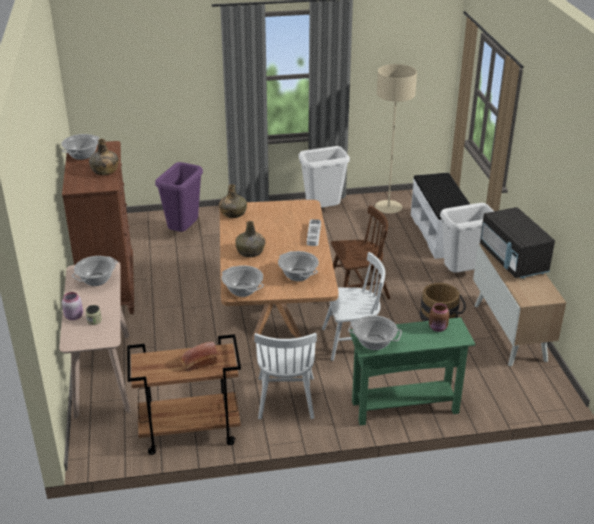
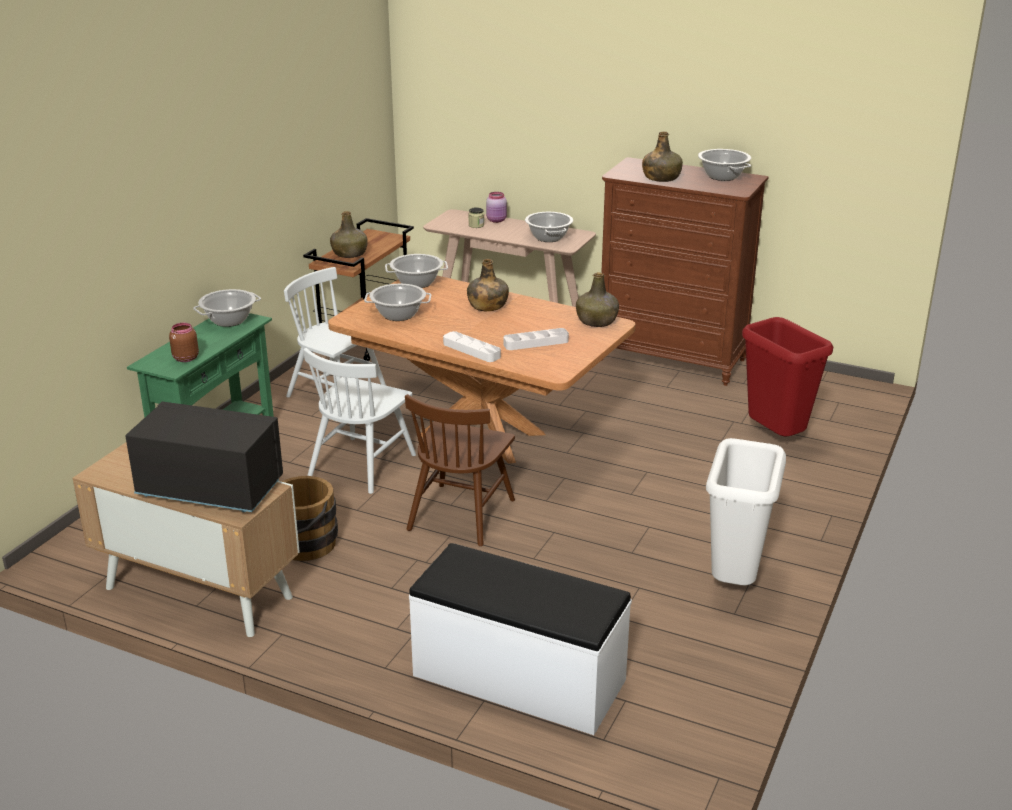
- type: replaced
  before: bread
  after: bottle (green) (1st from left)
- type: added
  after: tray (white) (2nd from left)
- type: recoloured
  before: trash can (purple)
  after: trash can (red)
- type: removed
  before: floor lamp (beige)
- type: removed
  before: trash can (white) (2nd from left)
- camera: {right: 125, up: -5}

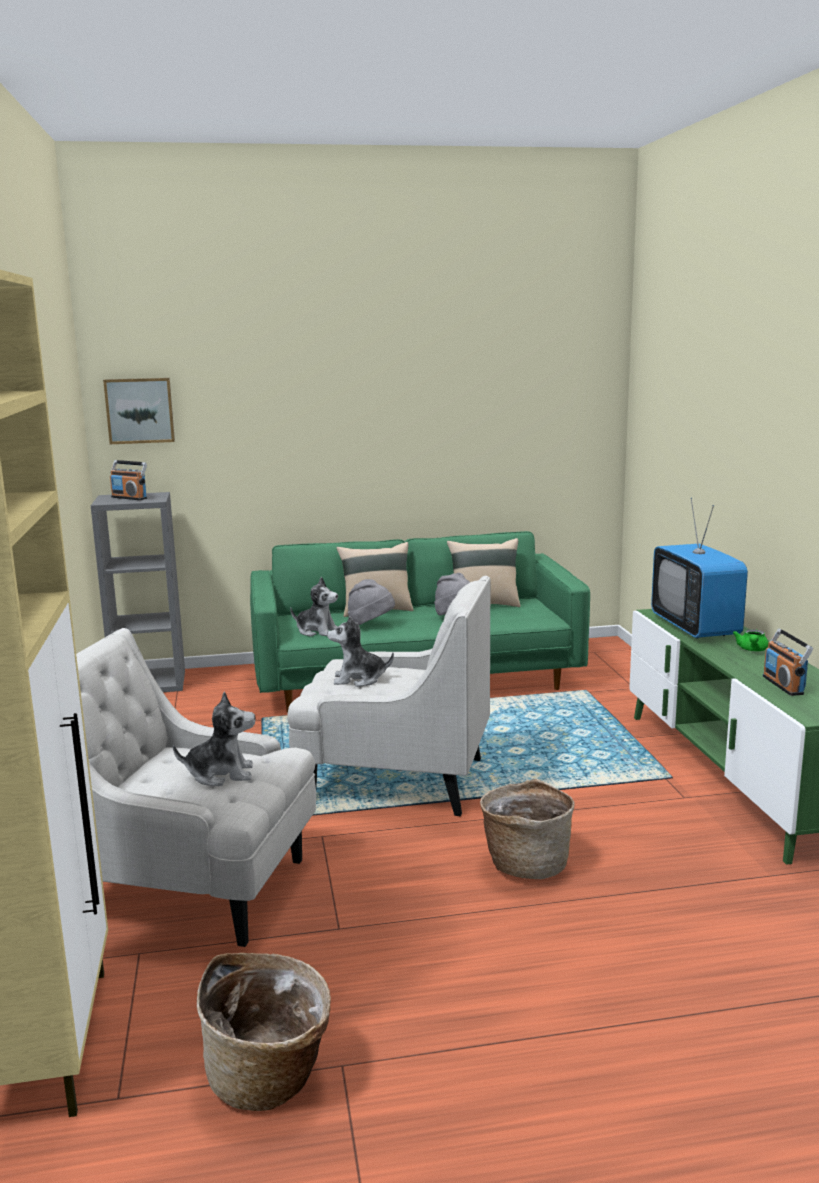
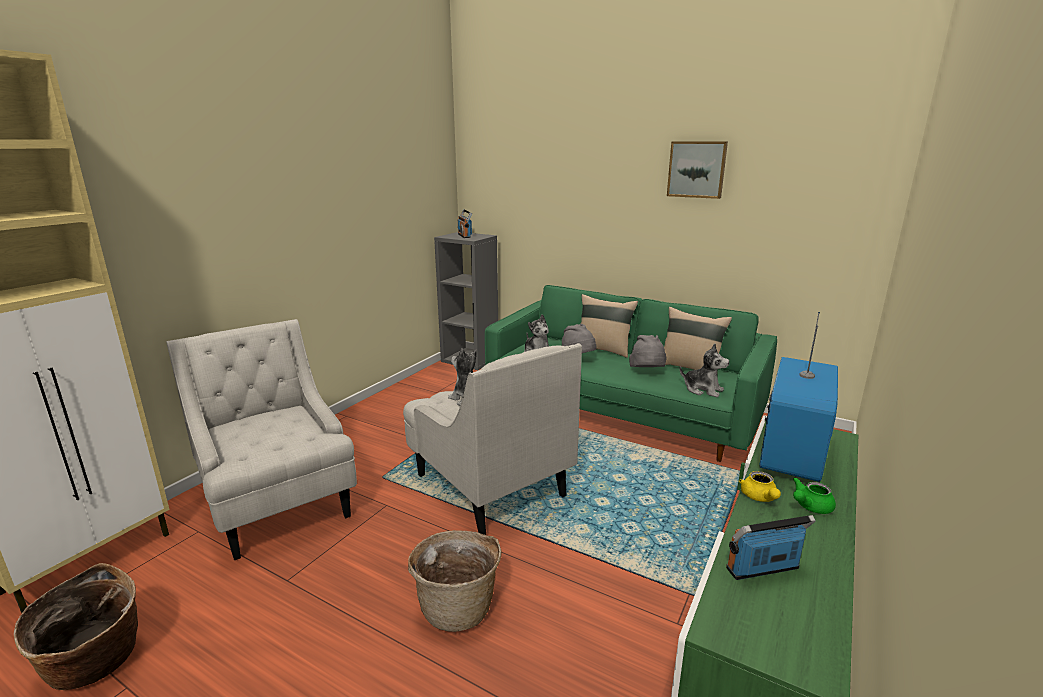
- type: moved
  before: picture
- type: moved
  before: plush toy (1st from left in the first image)
  after: plush toy (3rd from left)
- type: turned
  before: radio (2nd from left)
  turn: 45
- type: added
  after: teapot (yellow)
- camera: {right: 40, up: 5}

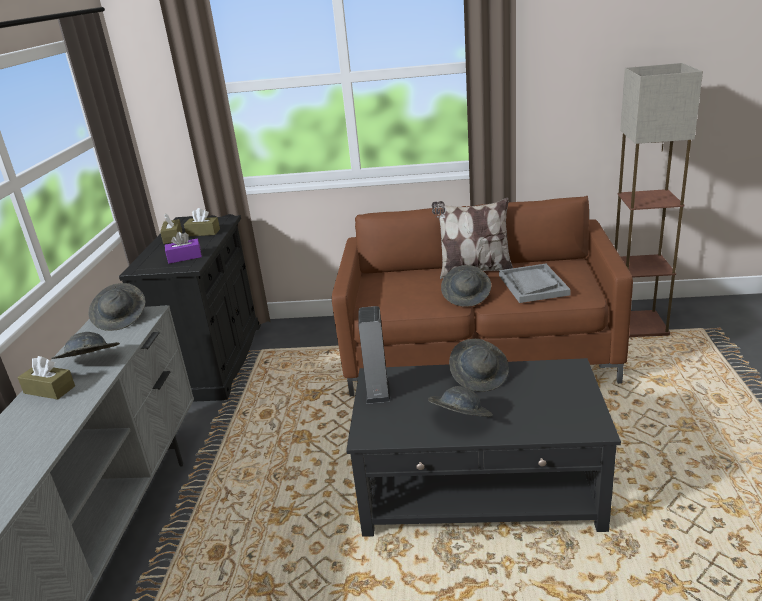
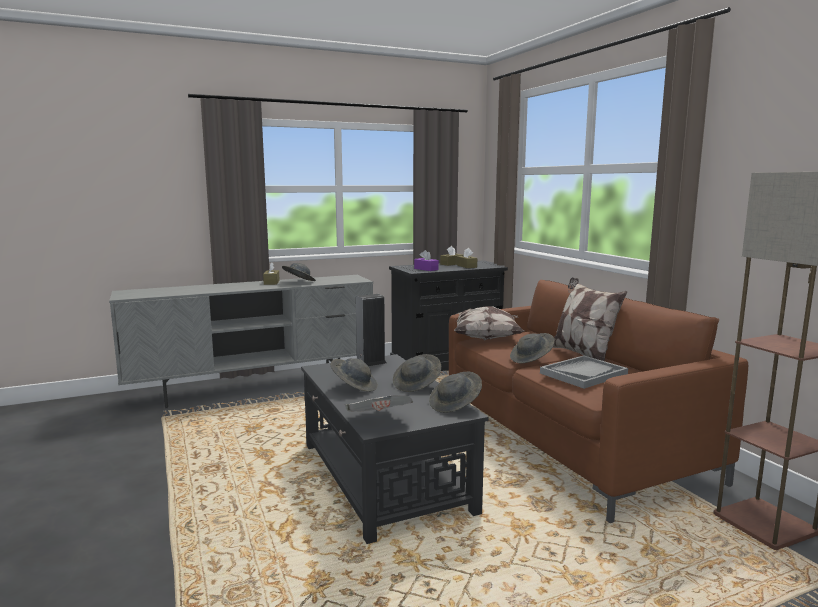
- type: added
  after: newspaper
- type: moved
  before: hat (grey) (2nd from left in the first image)
  after: hat (grey) (4th from left)
- type: added
  after: pillow (1st from left)
- camera: {right: 60, up: -15}

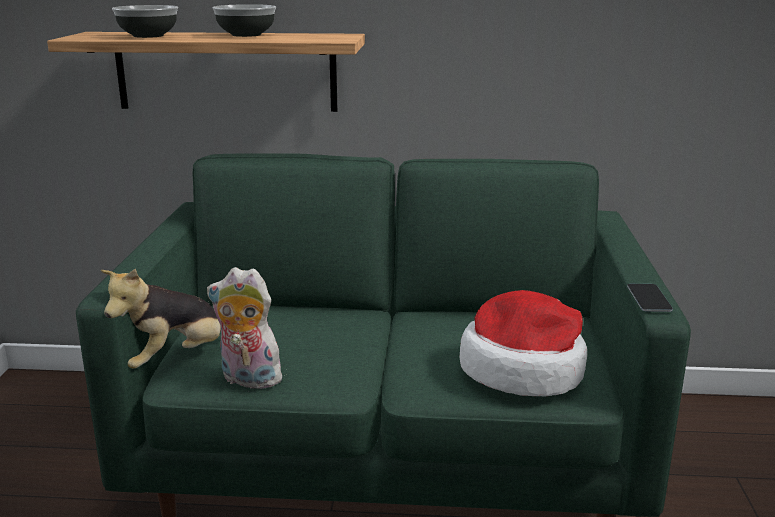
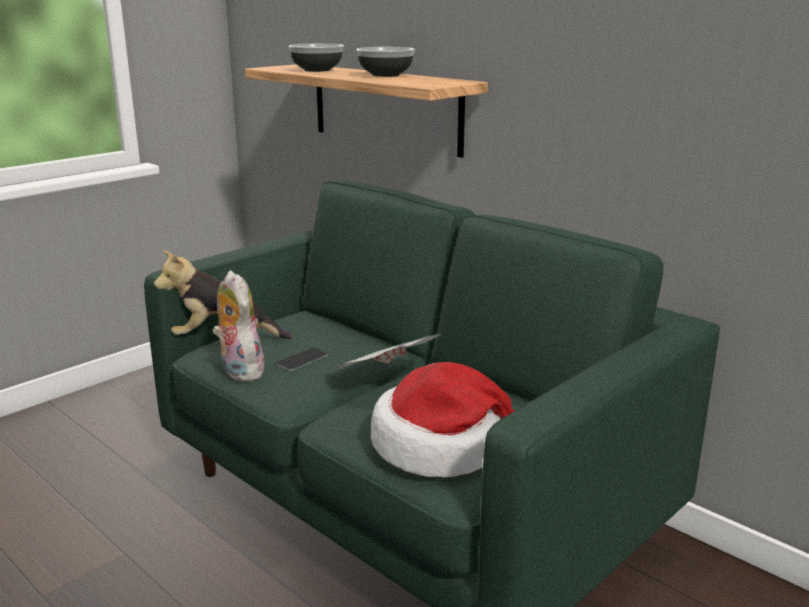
- type: moved
  before: phone
- type: added
  after: newspaper
- camera: {right: 40, up: 0}

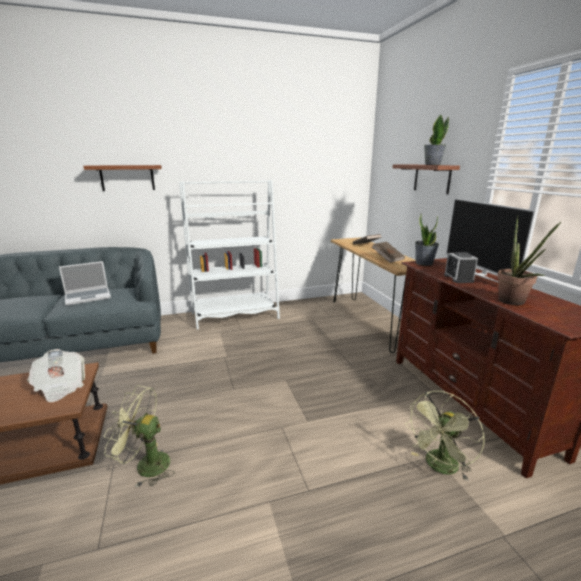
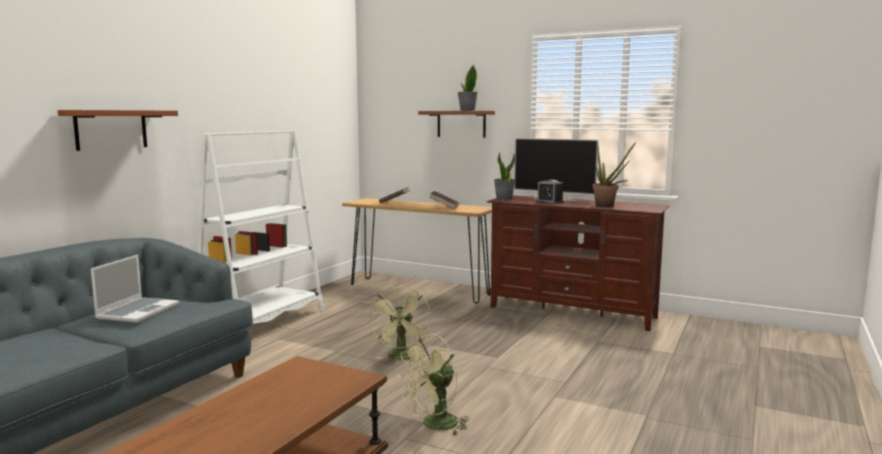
- type: moved
  before: fan (green) (2nd from left in the first image)
  after: fan (green) (1st from left)
- type: removed
  before: newspaper
- camera: {right: -45, up: -10}

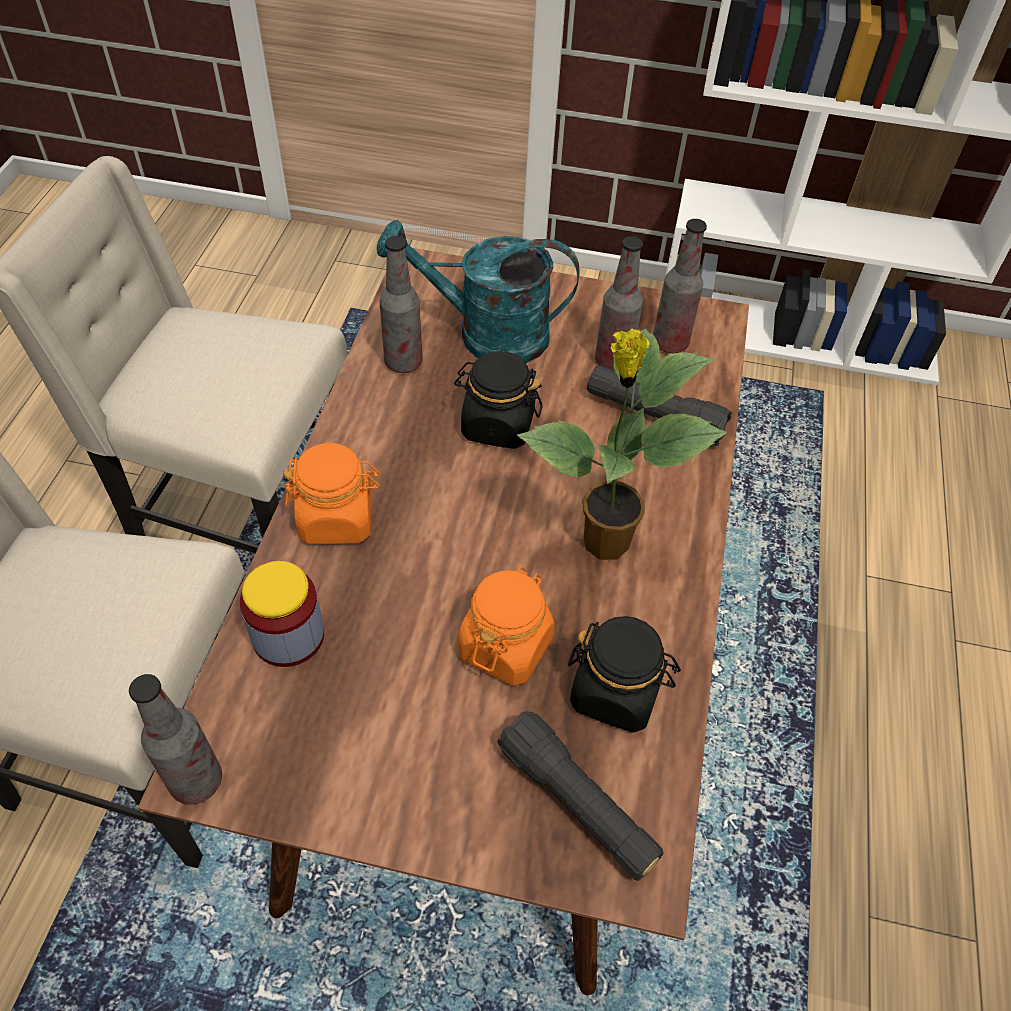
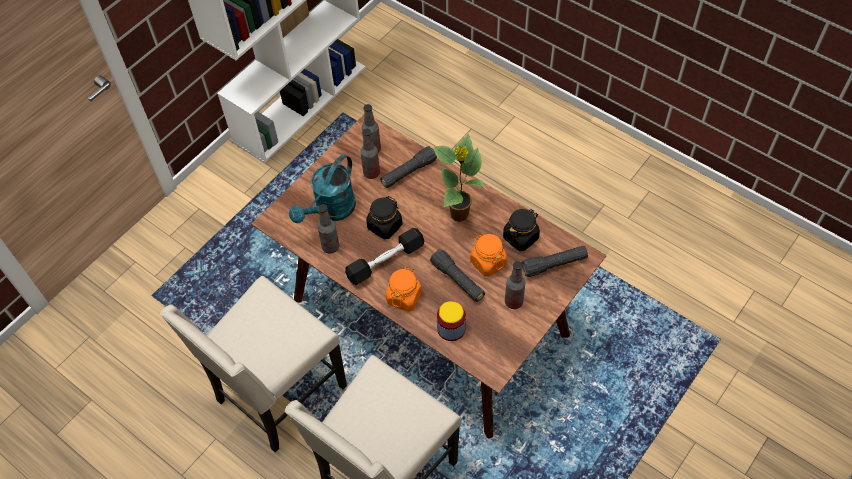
- type: added
  after: dumbbell (black)
- type: added
  after: flashlight (black) (2nd from left)
- type: moved
  before: bottle (1st from left in the first image)
  after: bottle (4th from left)
- camera: {right: -60, up: 5}

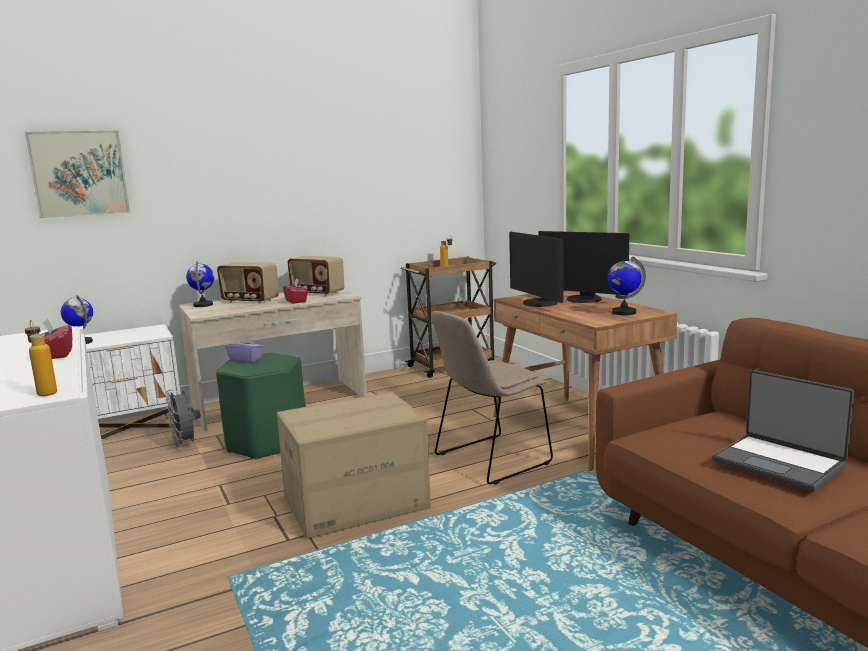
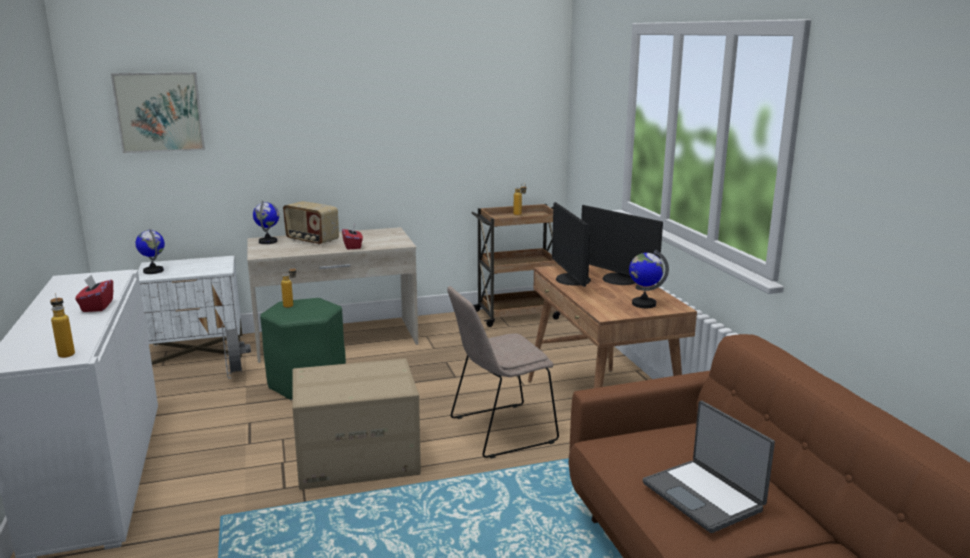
- type: replaced
  before: tissue box (purple)
  after: bottle (2nd from left)
- type: removed
  before: radio (2nd from left)
- camera: {right: 10, up: 5}

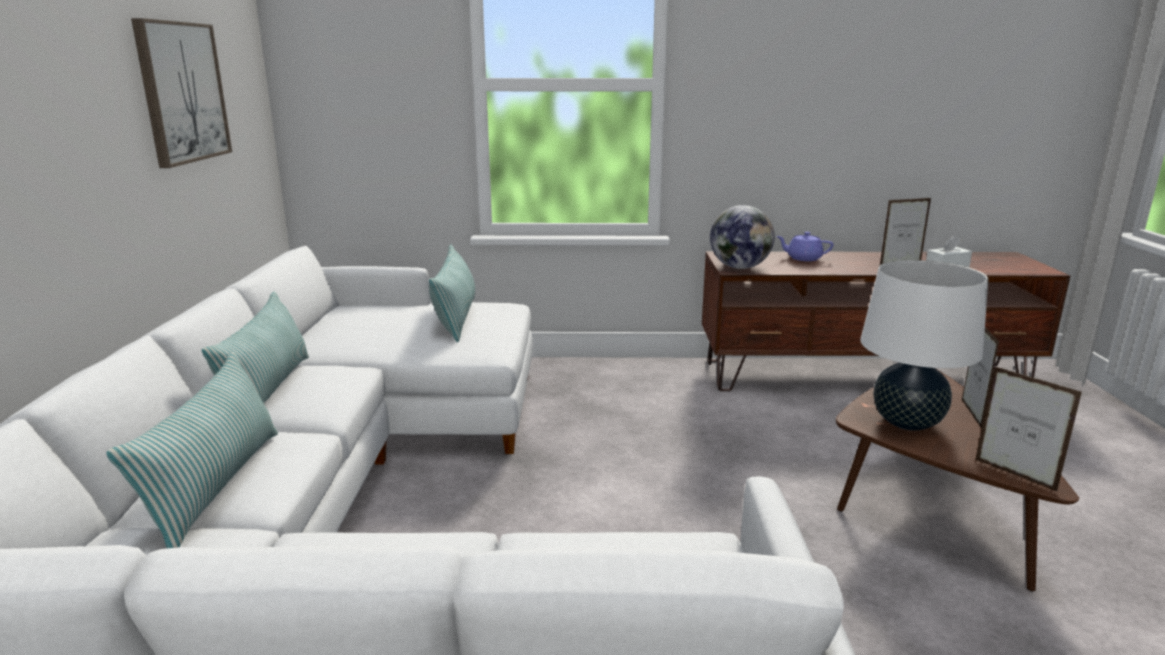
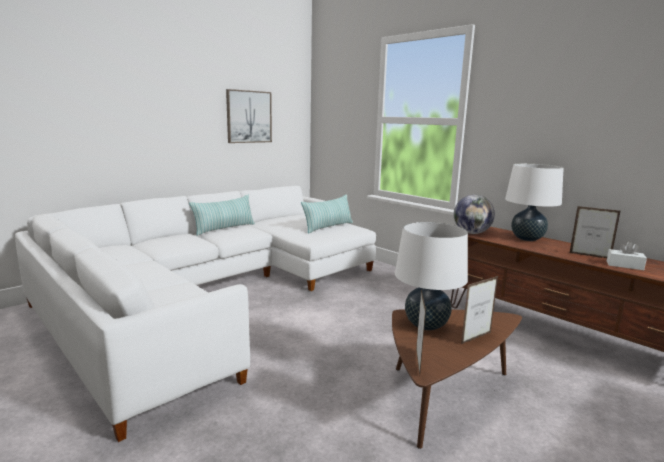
- type: replaced
  before: teapot (purple)
  after: table lamp (white) (2nd from left)
- type: removed
  before: pillow (1st from left)
- camera: {right: 45, up: -5}

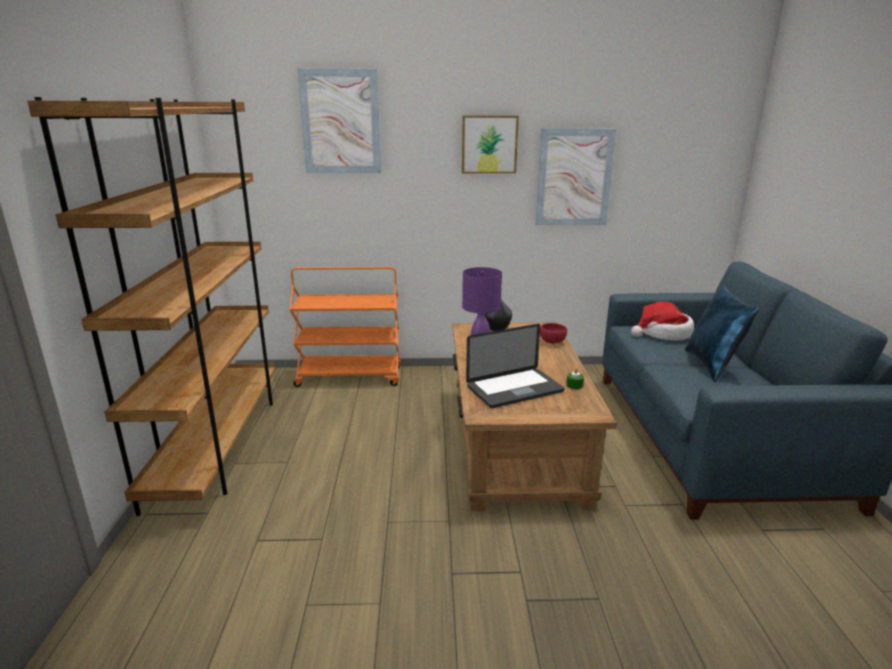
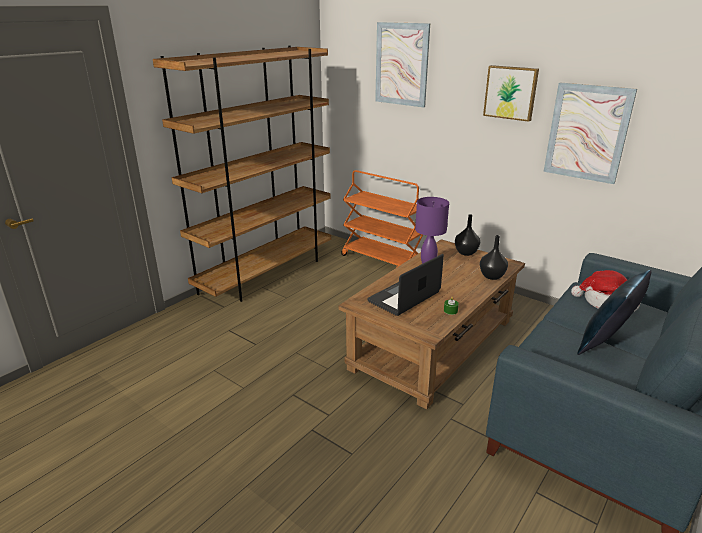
- type: turned
  before: laptop
  turn: 120
- type: replaced
  before: bowl (red)
  after: vase (black) (2nd from left)
- camera: {right: 40, up: 5}

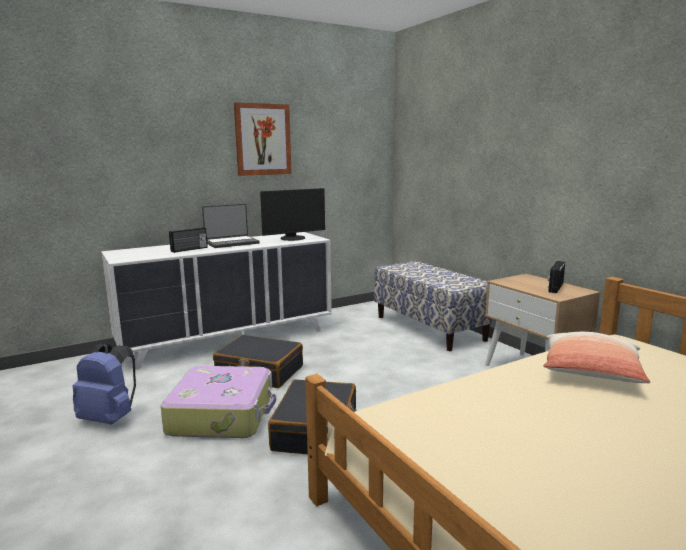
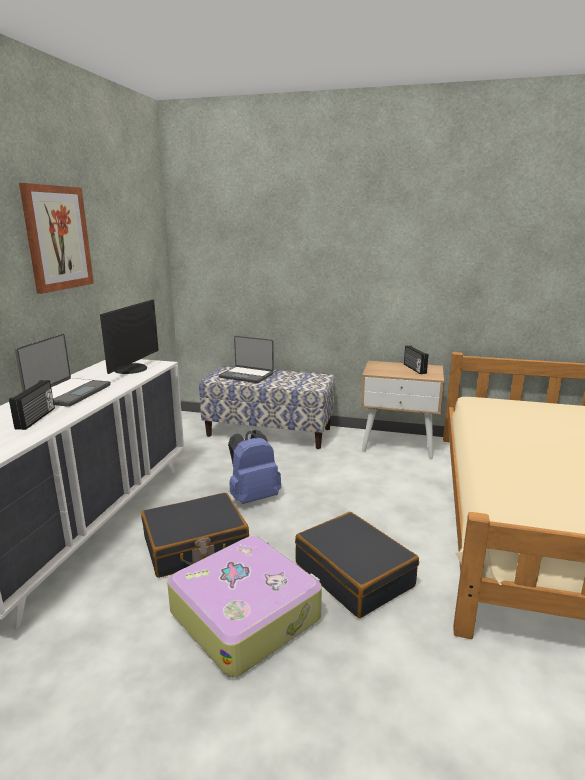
- type: added
  after: laptop (2nd from left)
- type: moved
  before: backpack (blue)
- type: removed
  before: pillow
- camera: {right: -45, up: 5}

